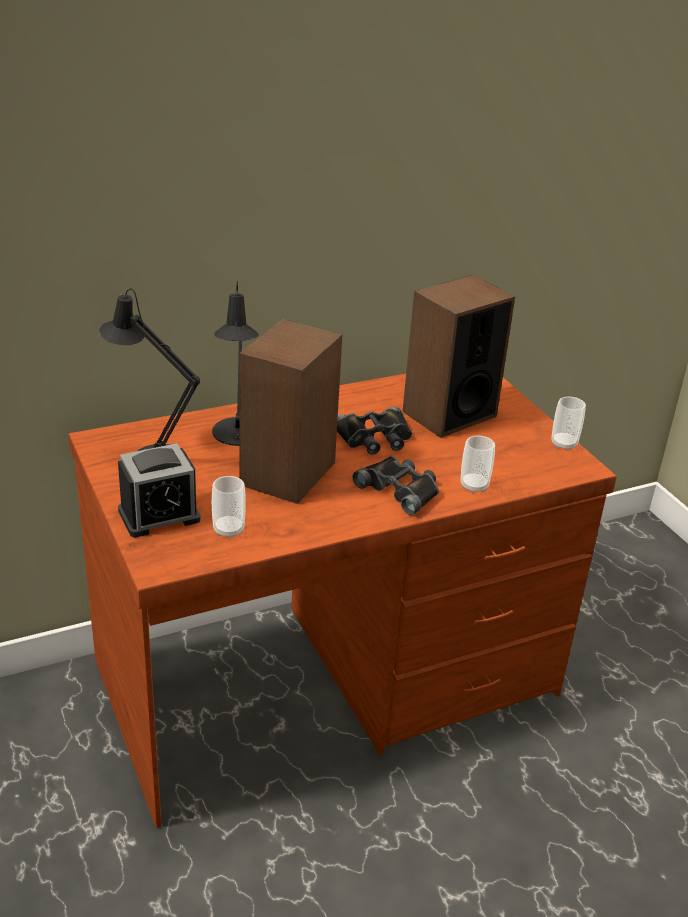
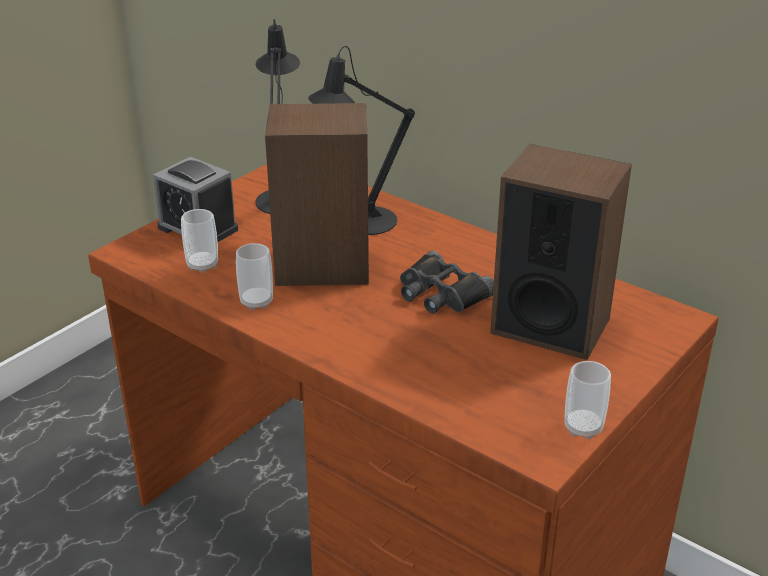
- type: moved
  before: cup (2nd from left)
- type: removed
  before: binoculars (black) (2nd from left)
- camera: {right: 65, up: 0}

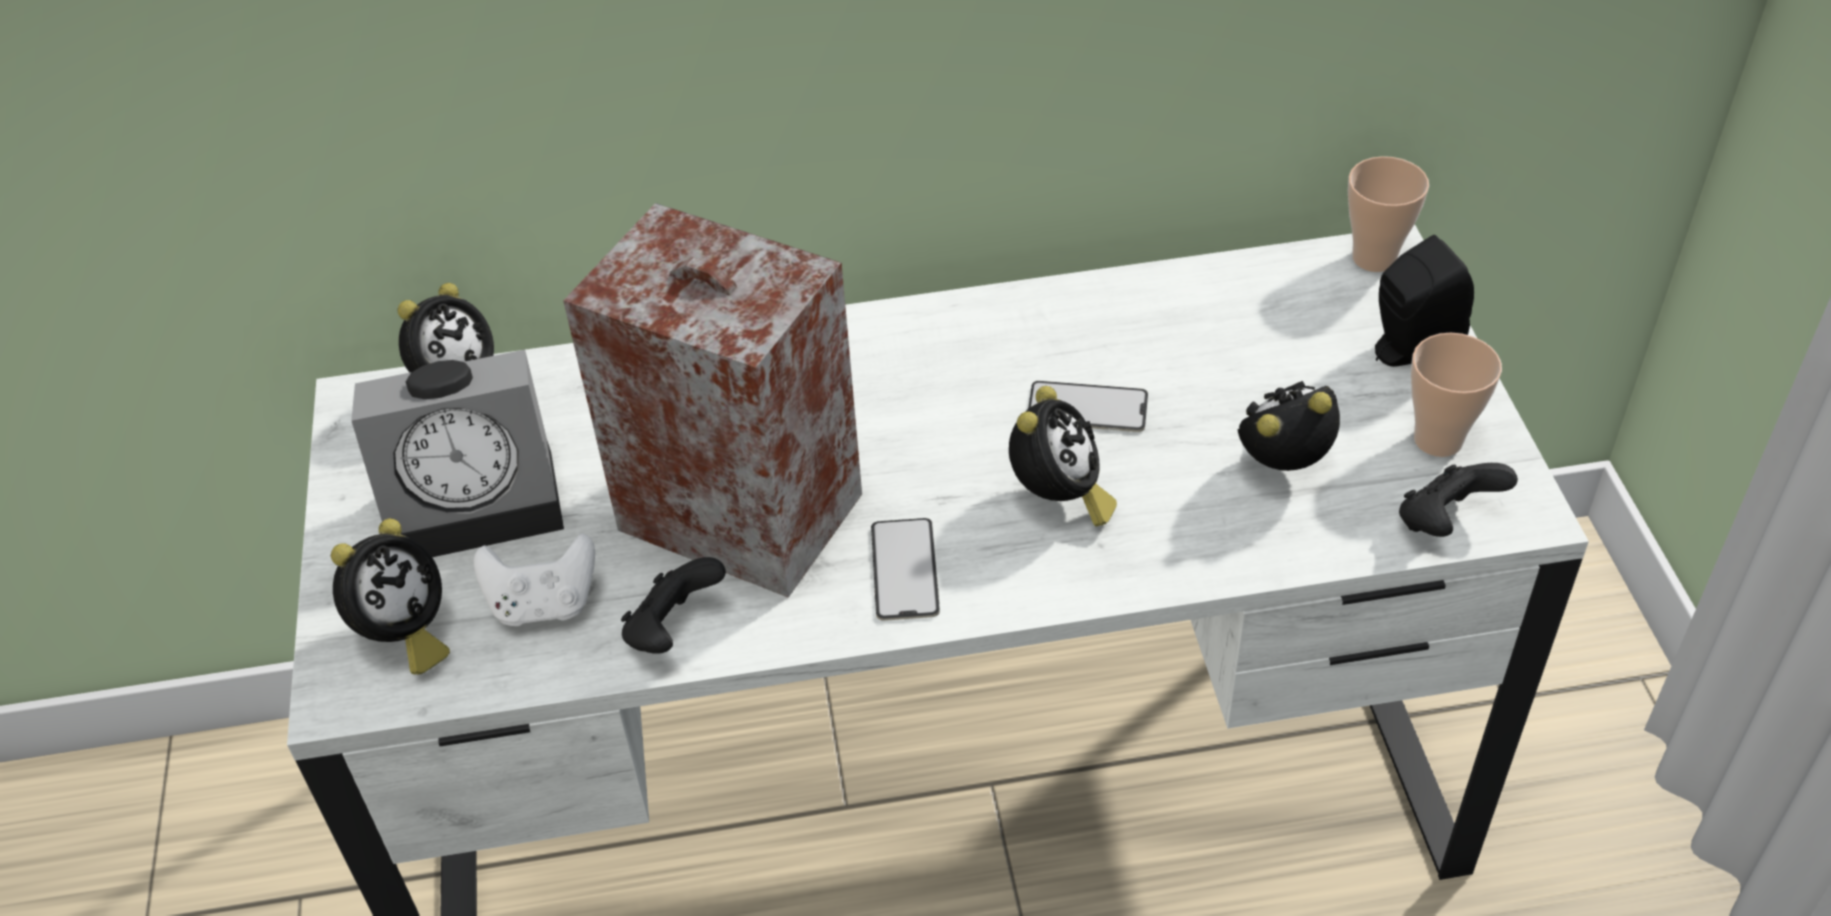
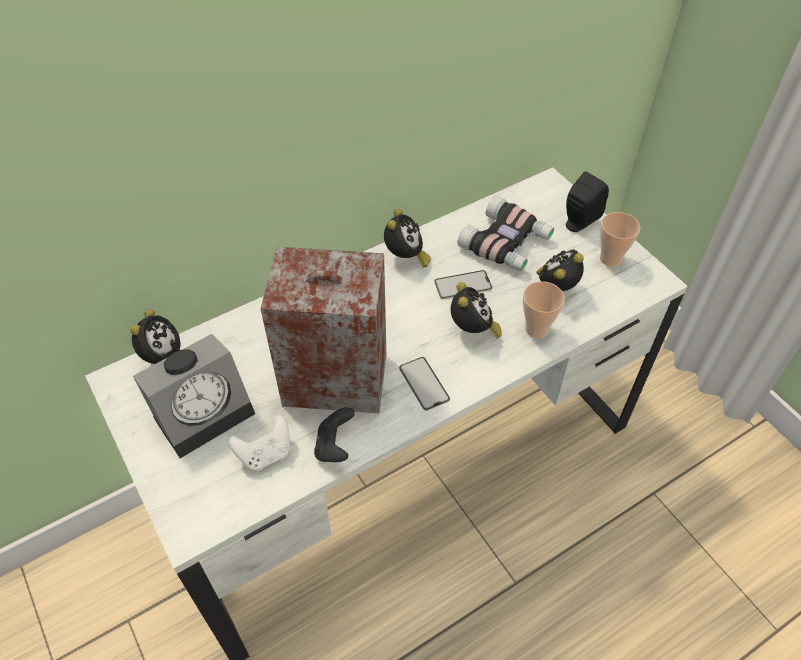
- type: moved
  before: alarm clock (1st from left in the first image)
  after: alarm clock (3rd from left)
- type: added
  after: binoculars
- type: moved
  before: cup (1st from left)
- type: removed
  before: game controller (black) (2nd from left)
- camera: {right: -25, up: 5}

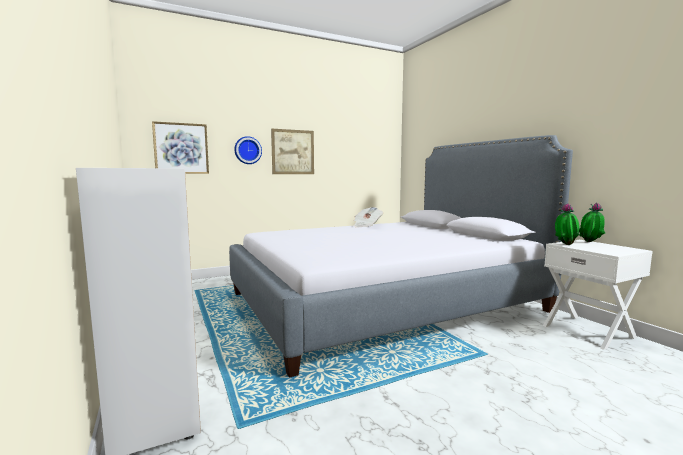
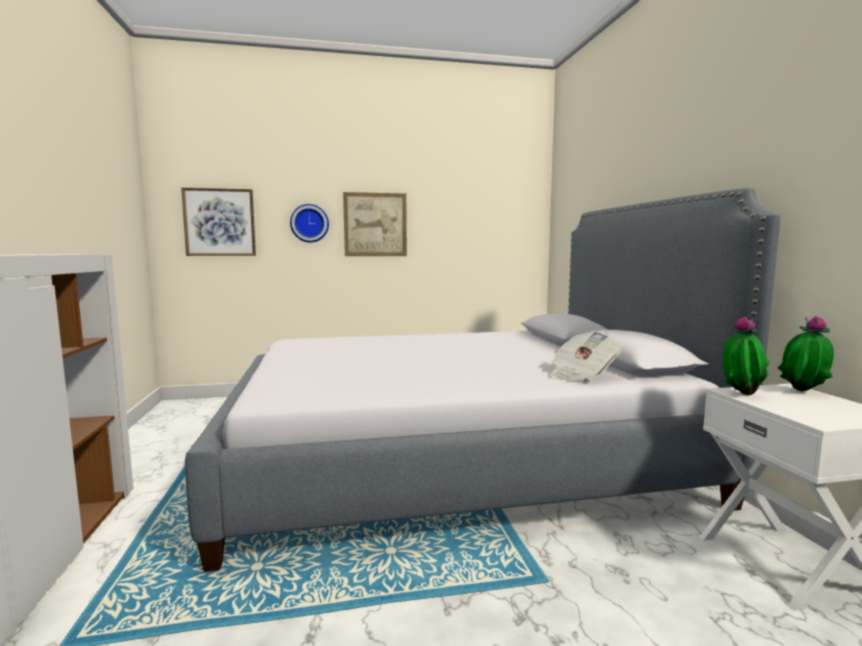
- type: moved
  before: newspaper
- camera: {right: 15, up: 0}

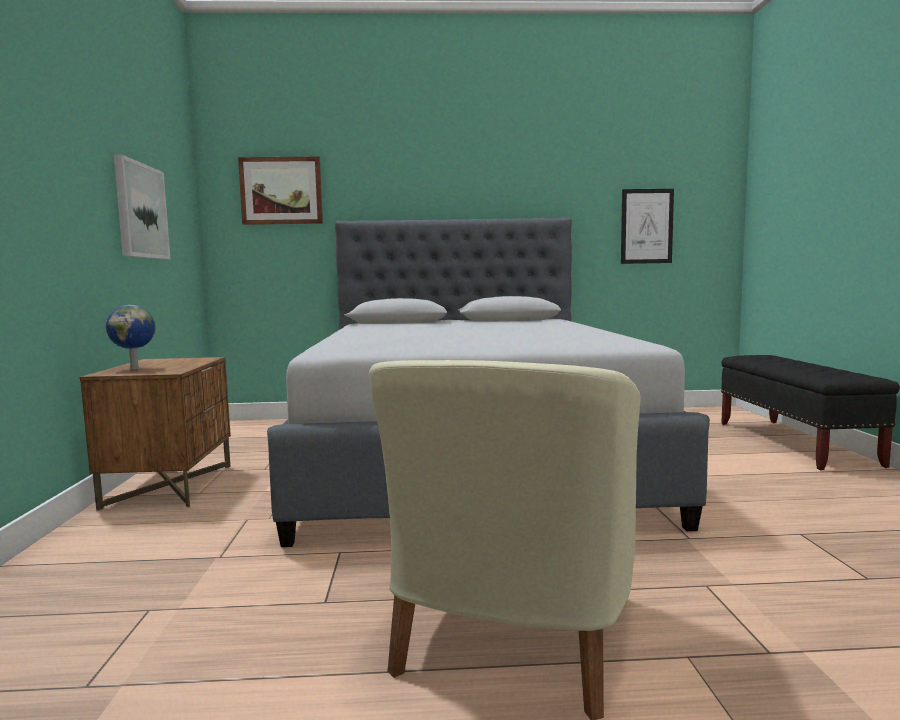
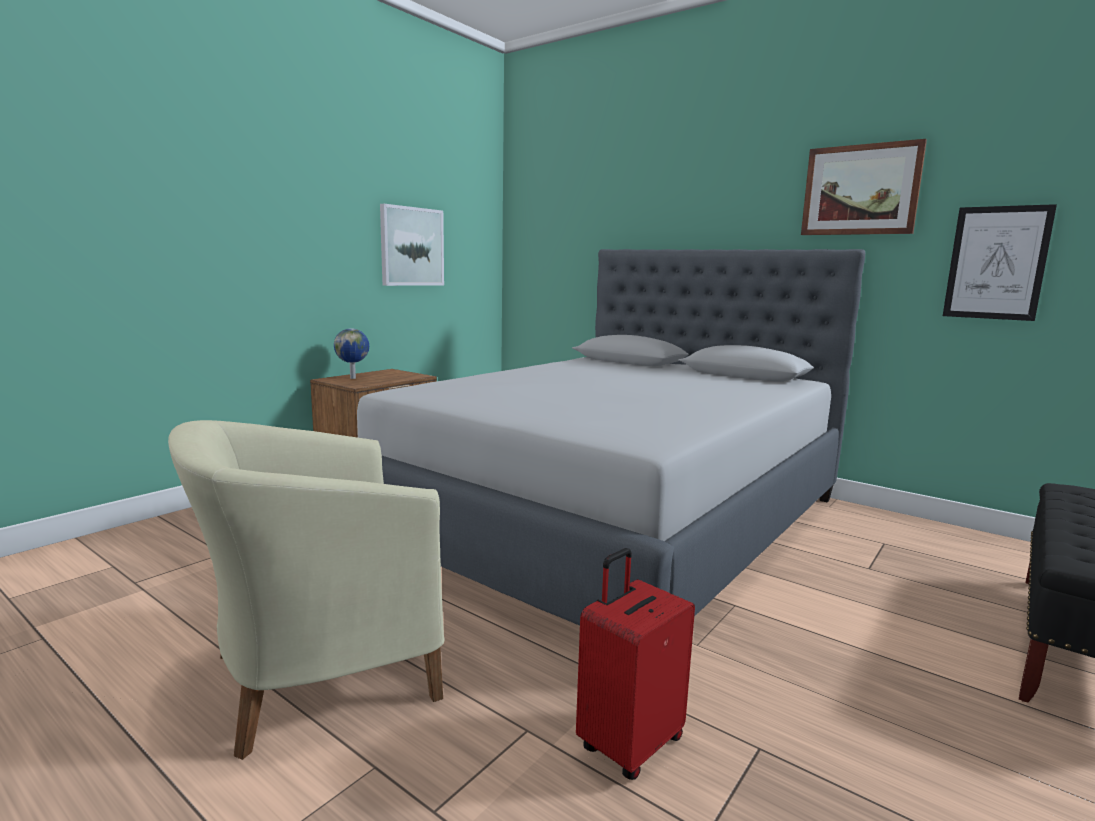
- type: added
  after: suitcase (red)
- type: moved
  before: picture (2nd from left)
- camera: {right: 40, up: 5}

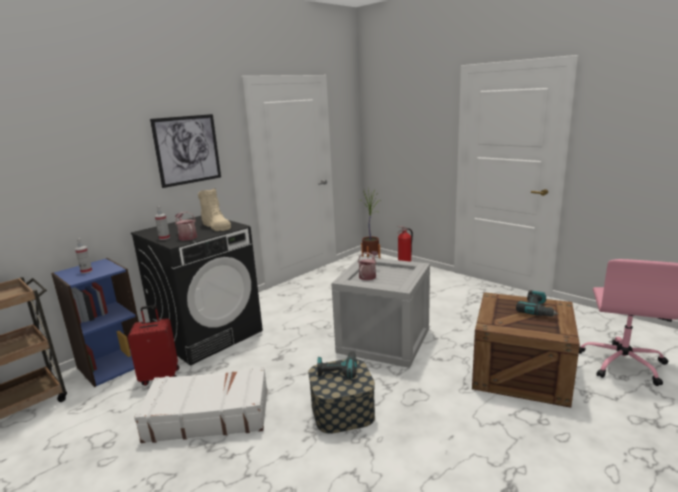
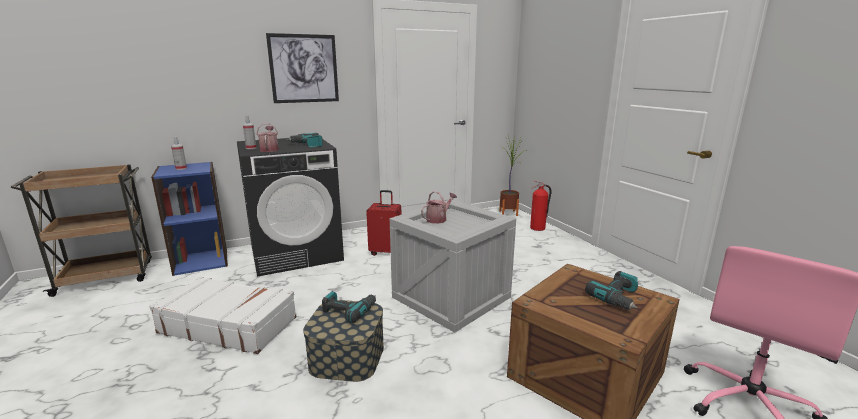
- type: replaced
  before: boot (beige)
  after: power drill (1st from left)
- type: moved
  before: suitcase (red)
- camera: {right: 20, up: 0}

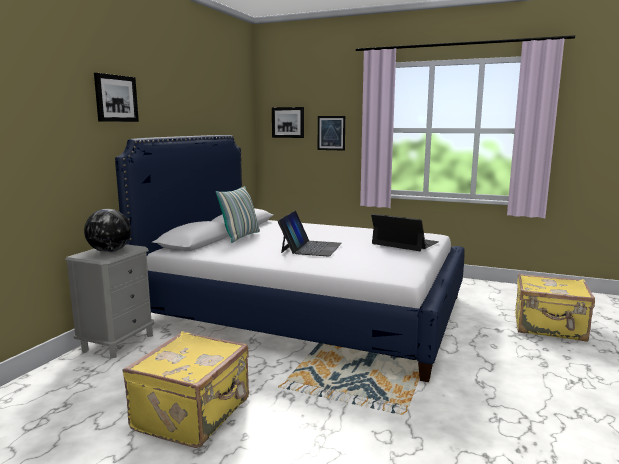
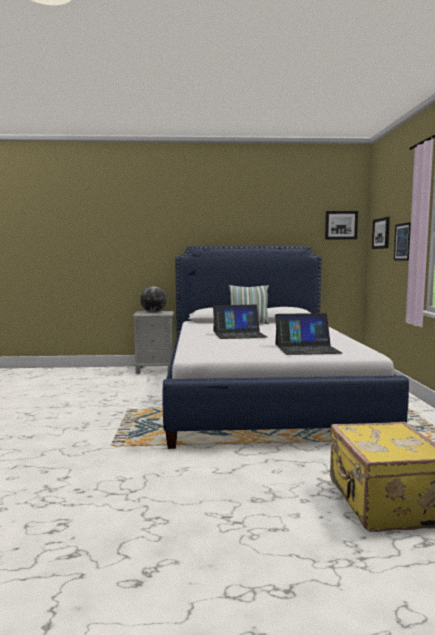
- type: turned
  before: laptop (2nd from left)
  turn: 75
- type: moved
  before: picture (1st from left)
- type: removed
  before: suitcase (yellow) (1st from left)
- camera: {right: 65, up: -5}

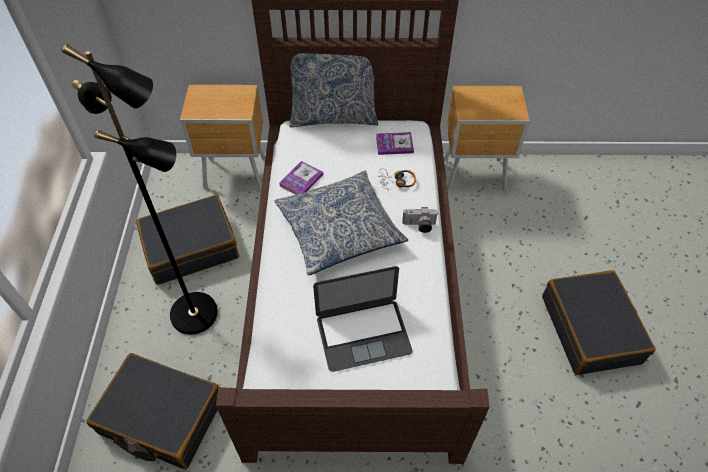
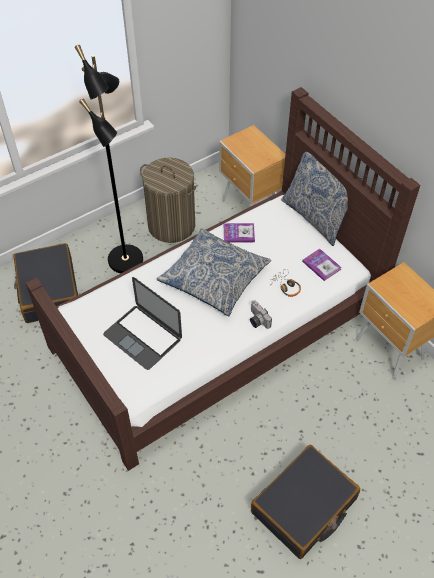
- type: replaced
  before: suitcase (black) (2nd from left)
  after: laundry basket
- camera: {right: 55, up: 0}

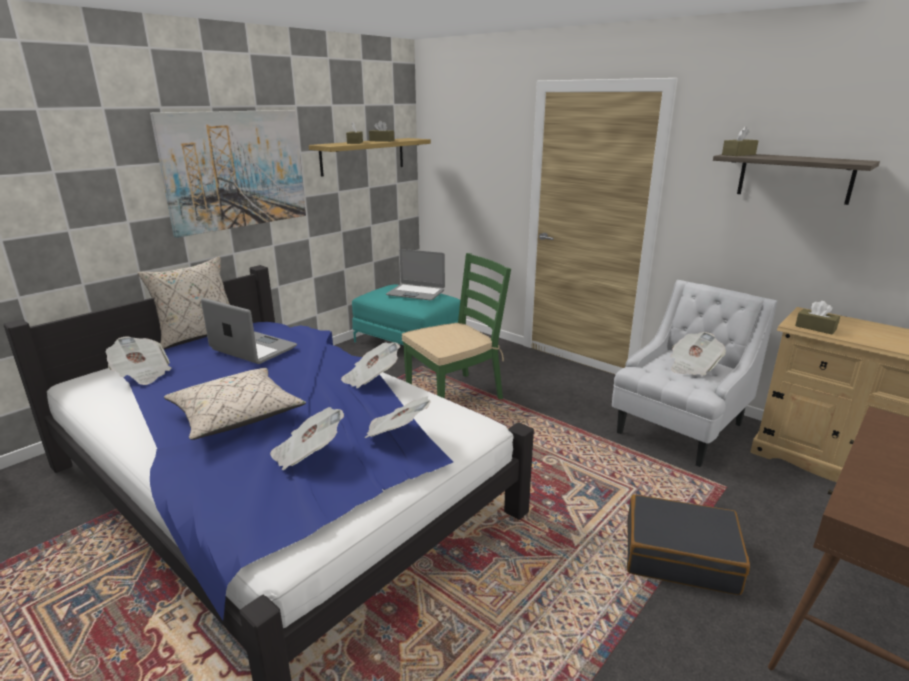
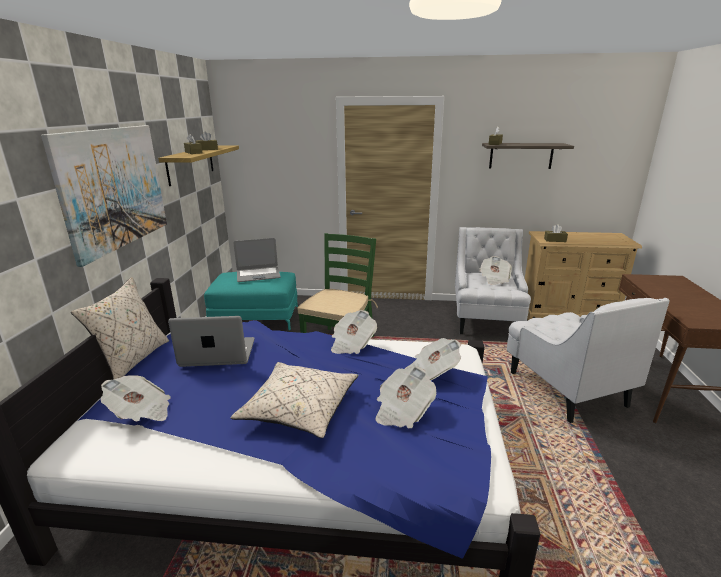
- type: replaced
  before: suitcase (black)
  after: armchair (white) (2nd from left)
- camera: {right: -35, up: 0}

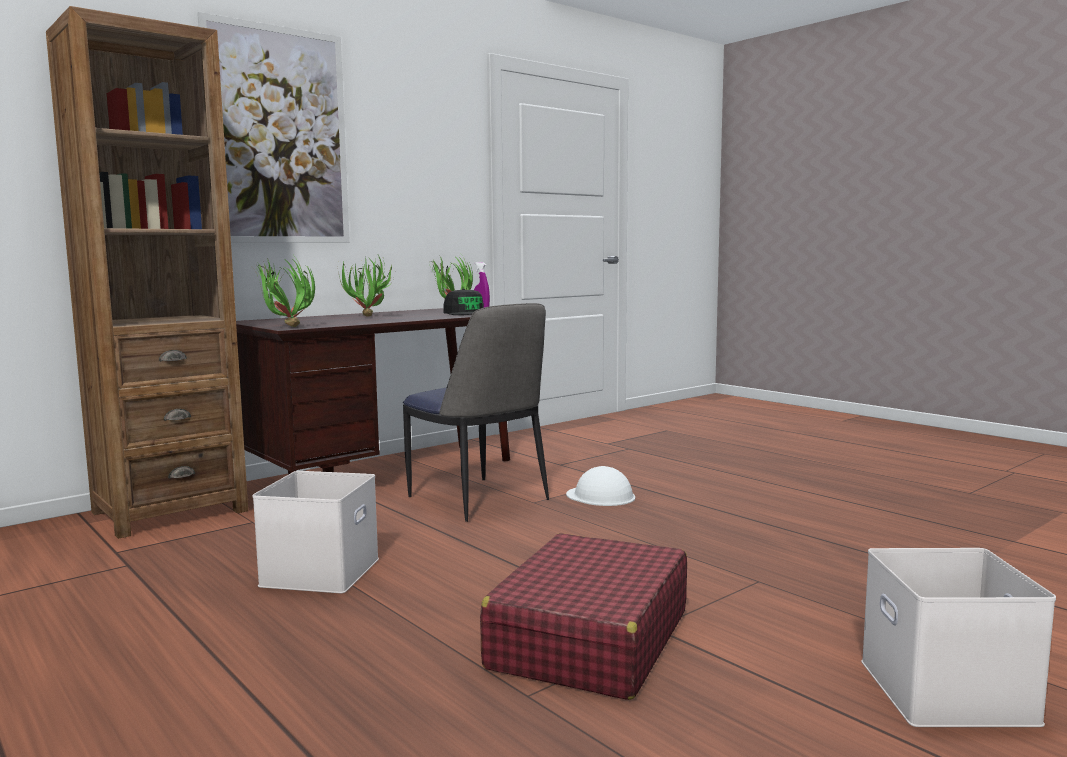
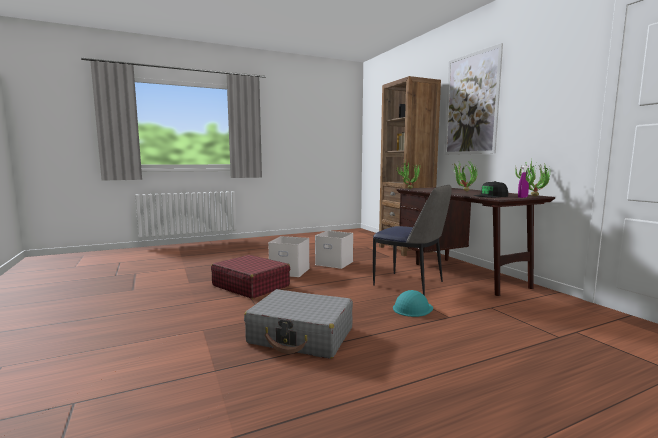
- type: added
  after: suitcase (grey)
- type: moved
  before: storage box (white) (2nd from left in the first image)
  after: storage box (white) (1st from left)
- type: turned
  before: chair
  turn: -120
- type: recoloured
  before: hard hat (white)
  after: hard hat (turquoise)
- camera: {right: 105, up: 0}

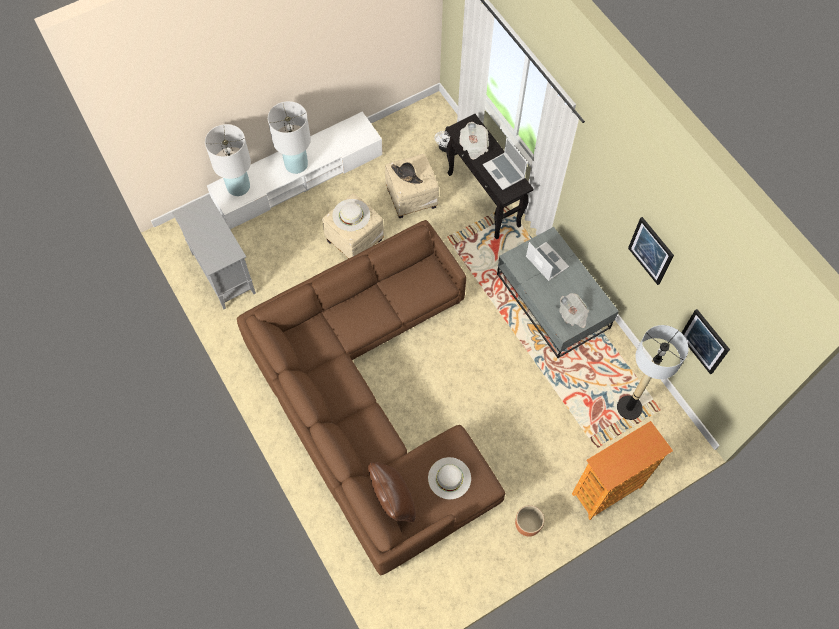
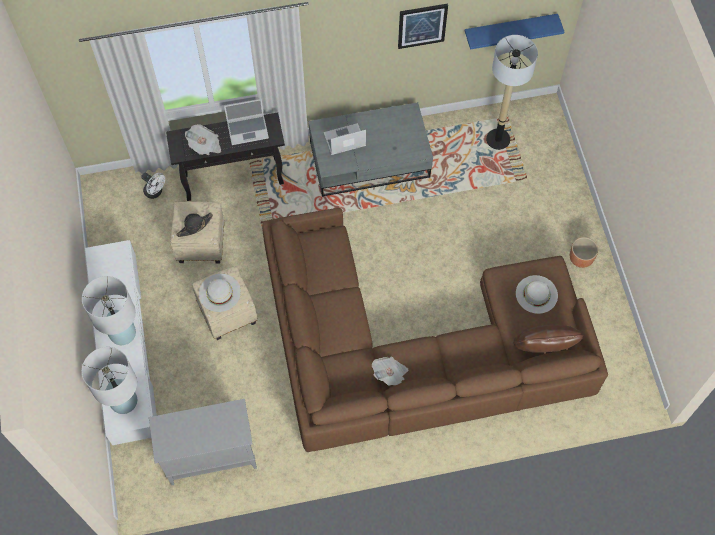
- type: moved
  before: newspaper (2nd from left)
- type: replaced
  before: picture (2nd from left)
  after: shelf (blue)
- type: removed
  before: bookcase
- camera: {right: -70, up: 0}

